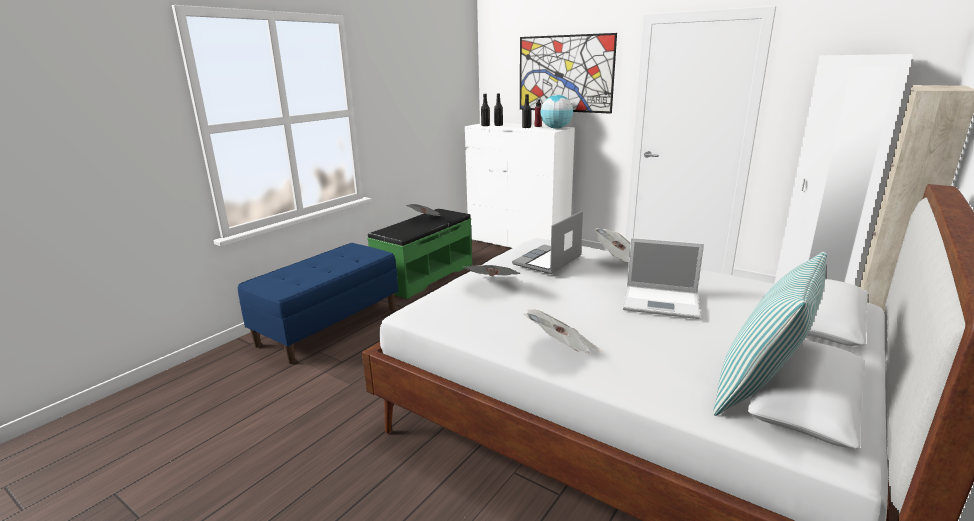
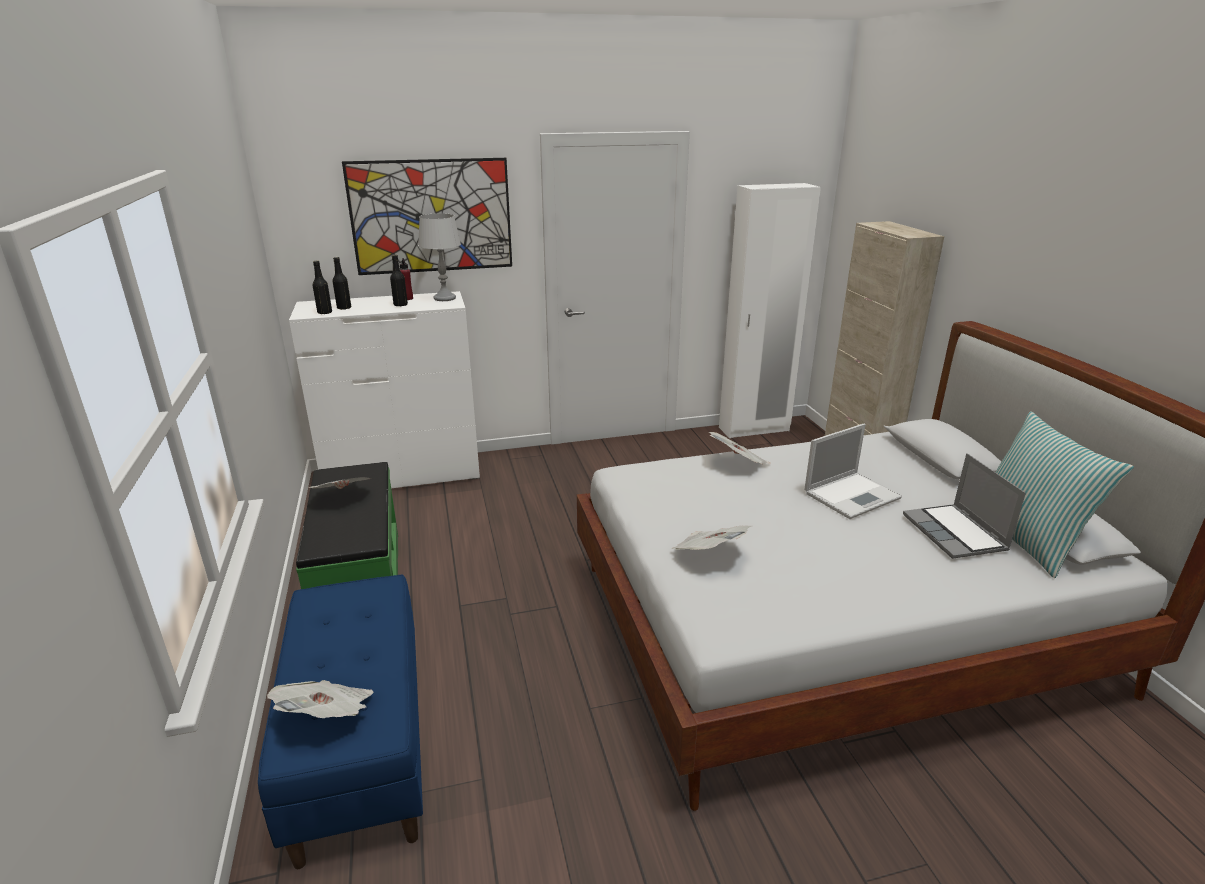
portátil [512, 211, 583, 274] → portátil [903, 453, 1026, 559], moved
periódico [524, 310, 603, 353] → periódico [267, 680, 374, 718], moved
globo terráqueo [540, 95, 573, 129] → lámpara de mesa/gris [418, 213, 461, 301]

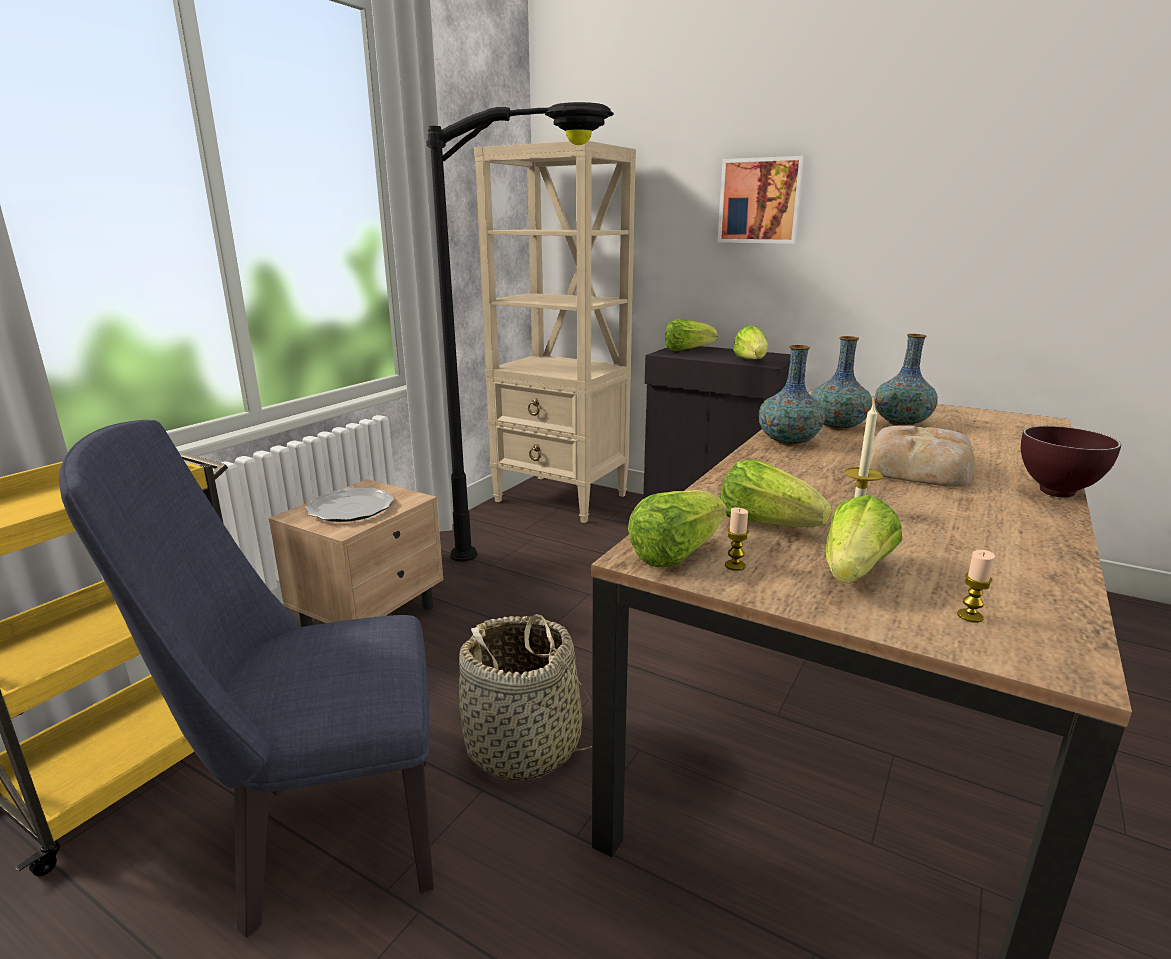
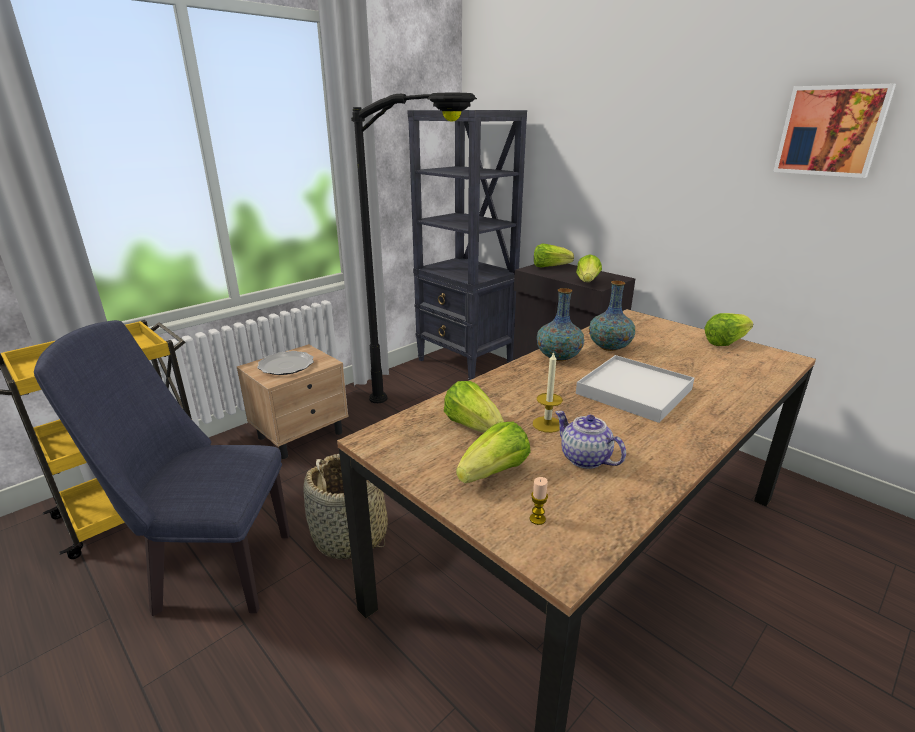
vela [725, 507, 749, 571] → -
florero [875, 334, 938, 426] → -
cuenco/marrón [1021, 426, 1121, 498] → -
- → tetera [555, 411, 626, 469]
lechuga [628, 490, 727, 567] → lechuga [704, 313, 753, 346], moved
cuadro [717, 156, 806, 244] → cuadro [773, 84, 896, 178], moved
pan [869, 425, 977, 487] → bandeja/blanco [576, 355, 694, 423]
estantería/beis [474, 141, 636, 523] → estantería/negro [407, 110, 527, 380]

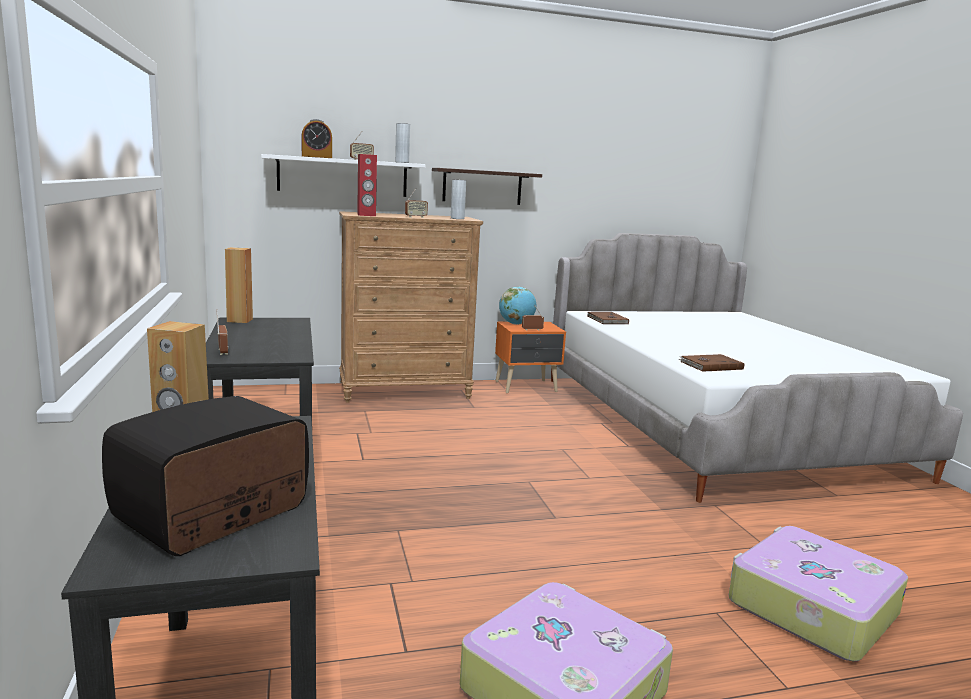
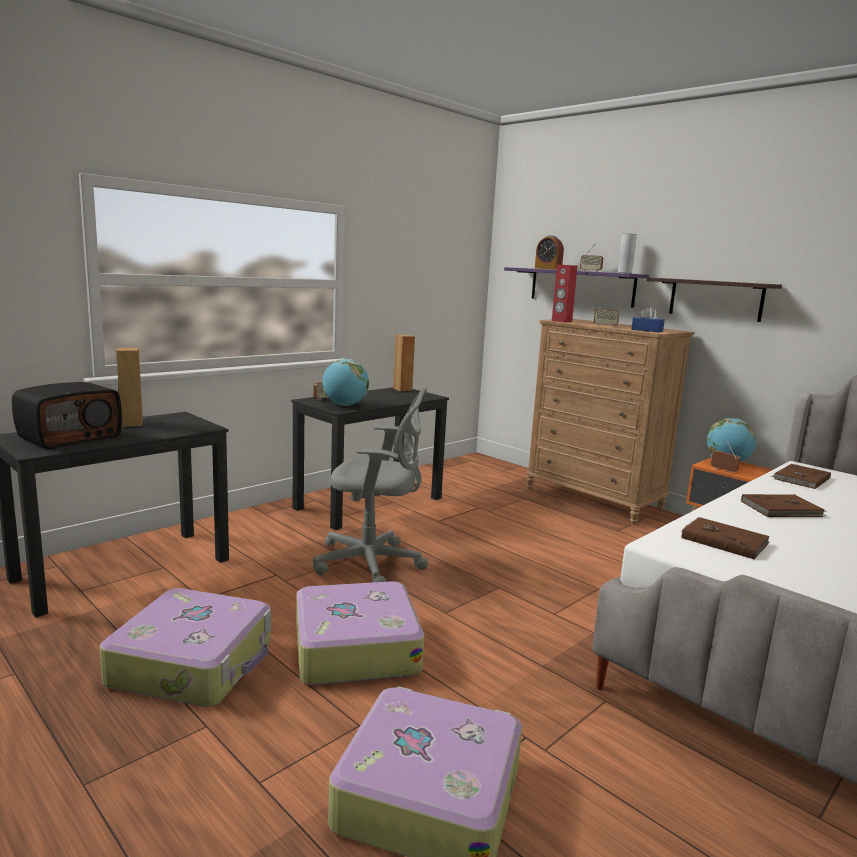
- → maleta [296, 581, 425, 685]
- → silla de oficina/gris [313, 387, 428, 582]
- → globo terráqueo [322, 359, 369, 406]
- → libro/marrón [741, 494, 826, 517]
florero/gris [451, 180, 466, 219] → caja de pañuelos/azul [631, 307, 665, 332]
estante/blanco [261, 154, 426, 197] → estante/morado [504, 267, 649, 308]
radio [102, 396, 309, 556] → radio [12, 382, 122, 449], 120 degrees clockwise

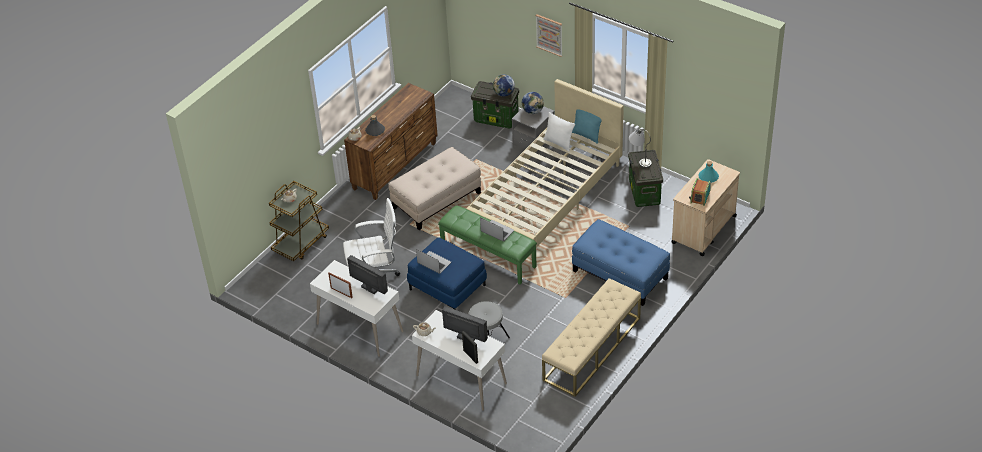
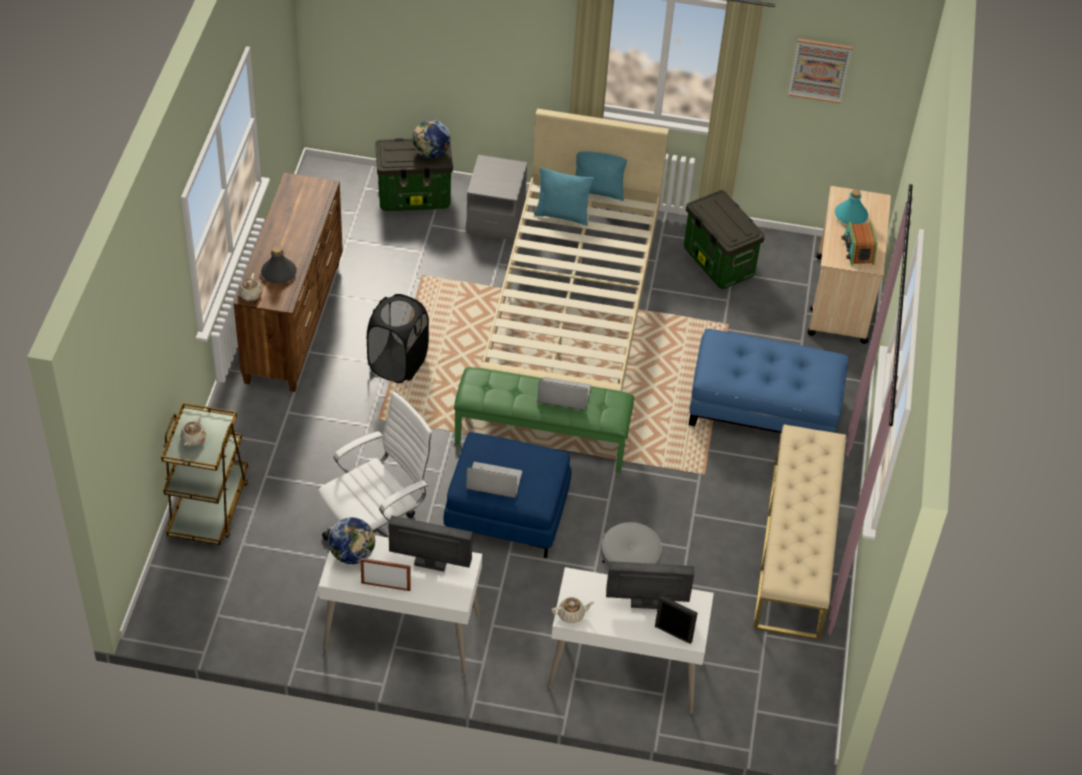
lámpara de mesa/gris [629, 129, 651, 168] → -
globo terráqueo [522, 92, 544, 114] → globo terráqueo [328, 518, 375, 565], moved
cuadro [536, 14, 563, 57] → cuadro [788, 38, 852, 103], moved
puf/beis [389, 147, 481, 230] → cesto de la ropa/negro [367, 294, 429, 383]
cojín/blanco [543, 112, 575, 151] → cojín/turquesa [534, 167, 594, 226]

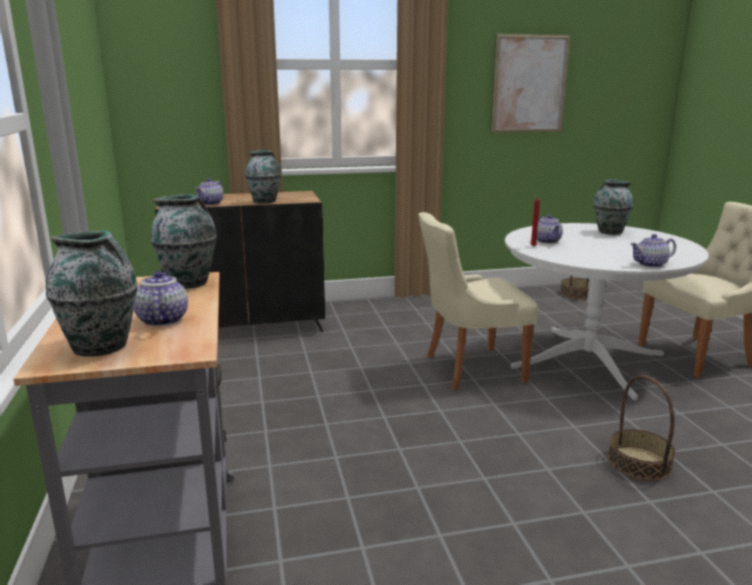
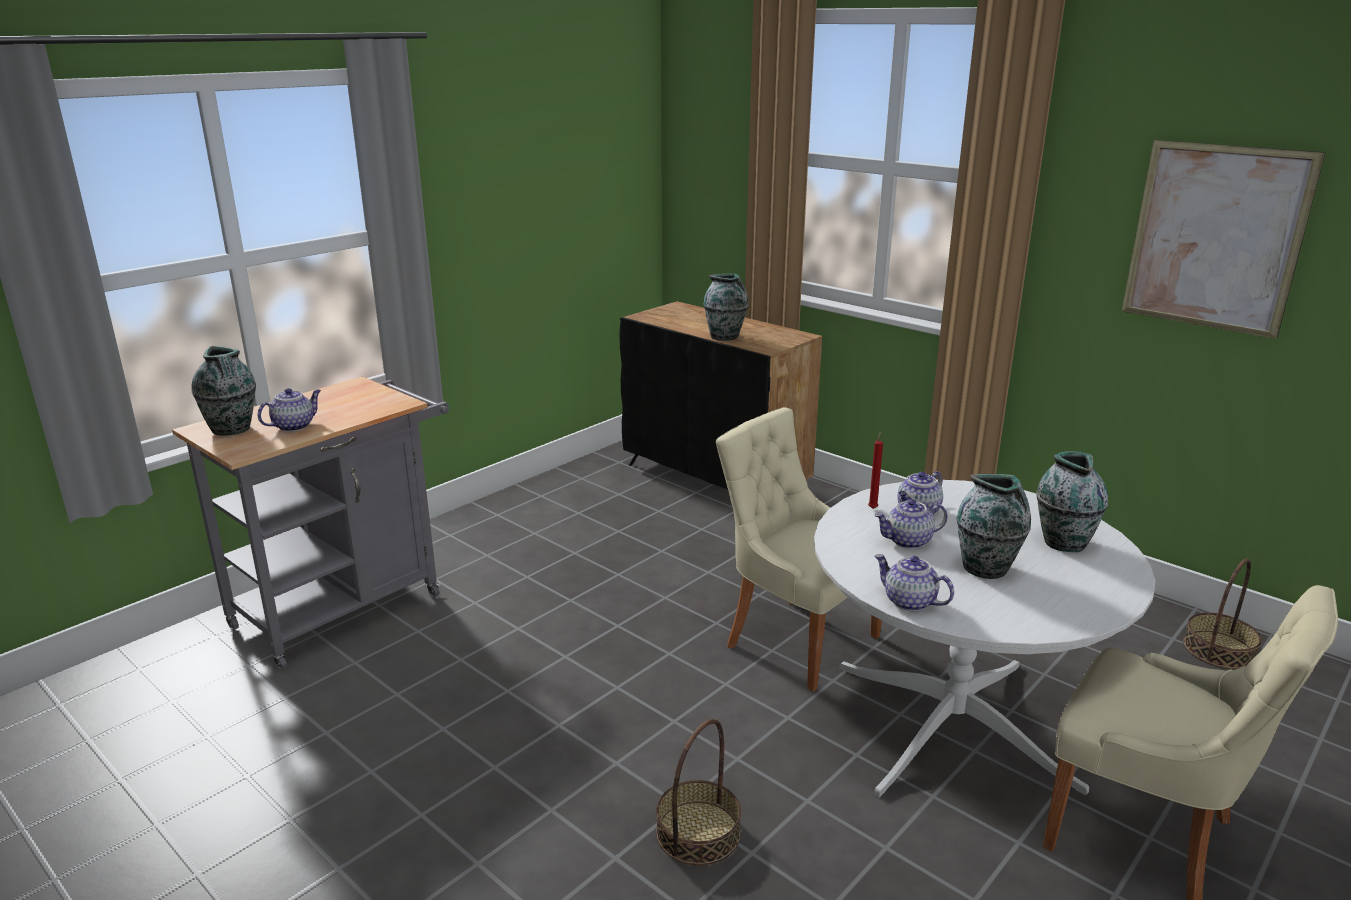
florero [151, 194, 217, 289] → florero [957, 474, 1031, 579], moved
tetera [195, 178, 224, 205] → tetera [874, 499, 948, 549], moved

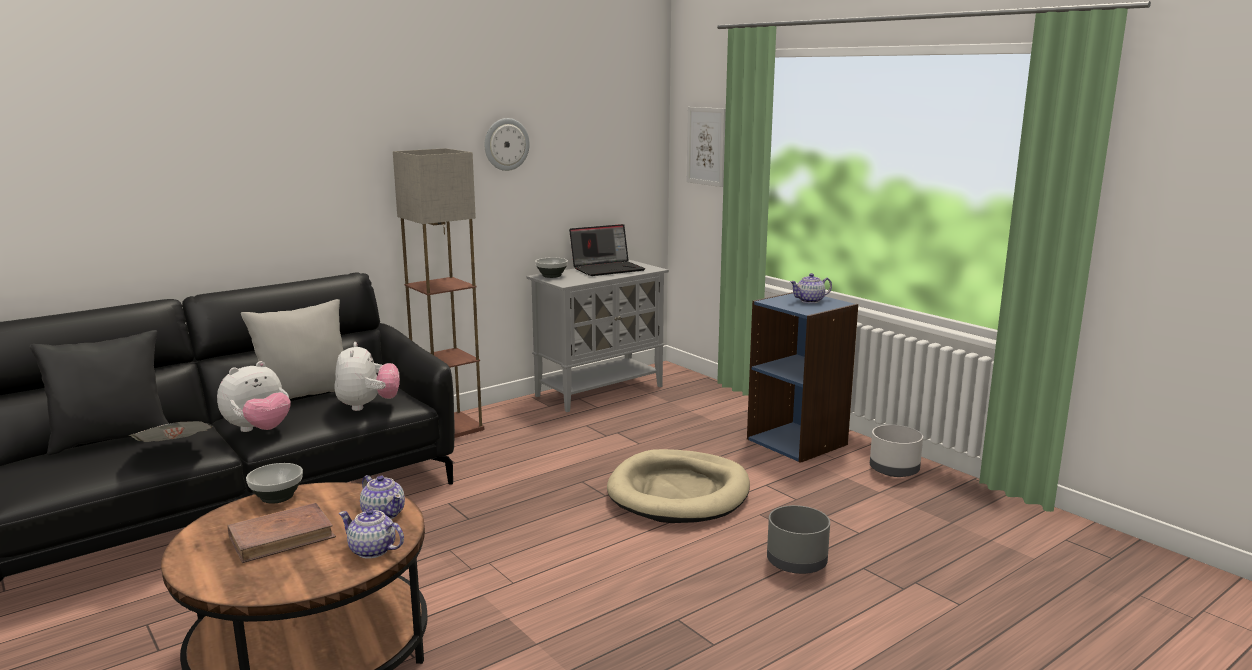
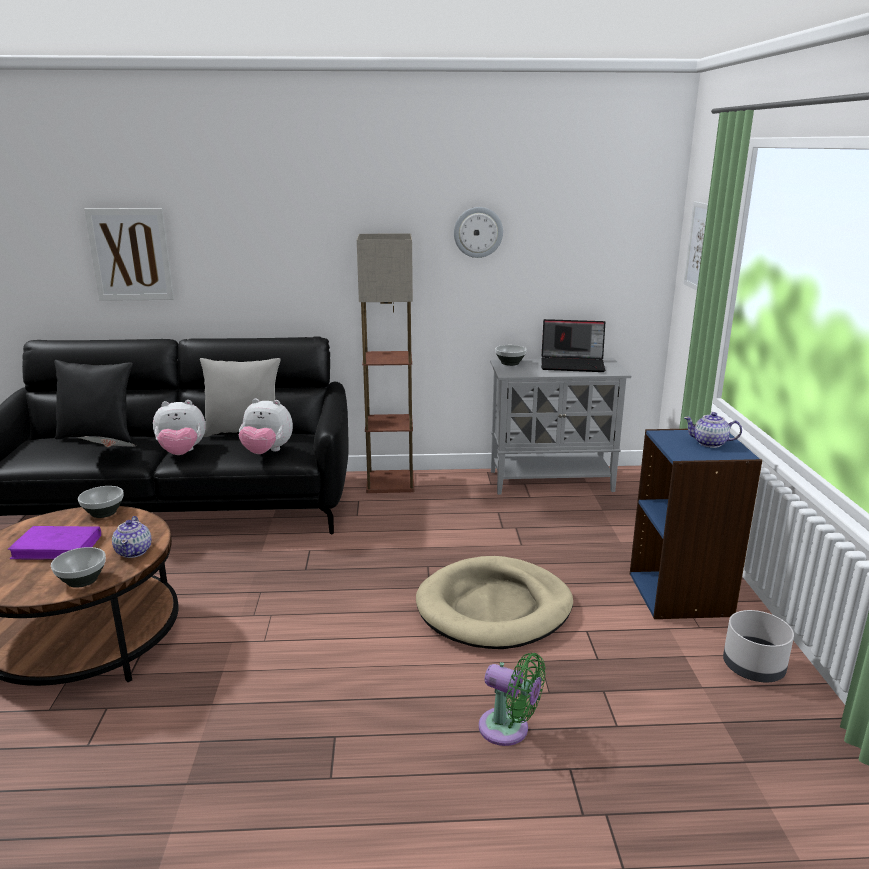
- → cuadro [84, 208, 174, 301]
tetera [338, 509, 404, 559] → cuenco [51, 547, 106, 588]
maceta/gris [767, 505, 830, 574] → ventilador/verde [479, 653, 546, 746]
libro/marrón [227, 503, 336, 563] → libro/morado [8, 526, 101, 560]
peluche [335, 342, 400, 411] → peluche [239, 398, 293, 454], 75 degrees clockwise

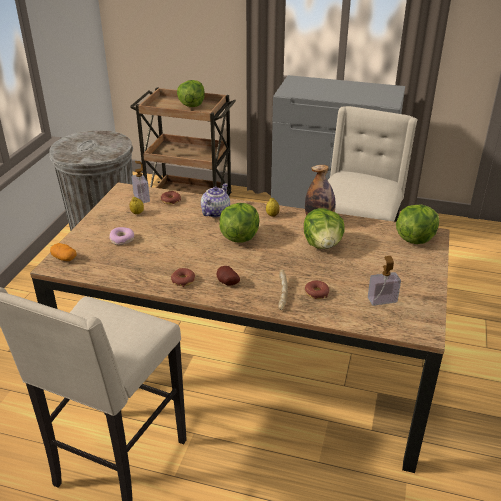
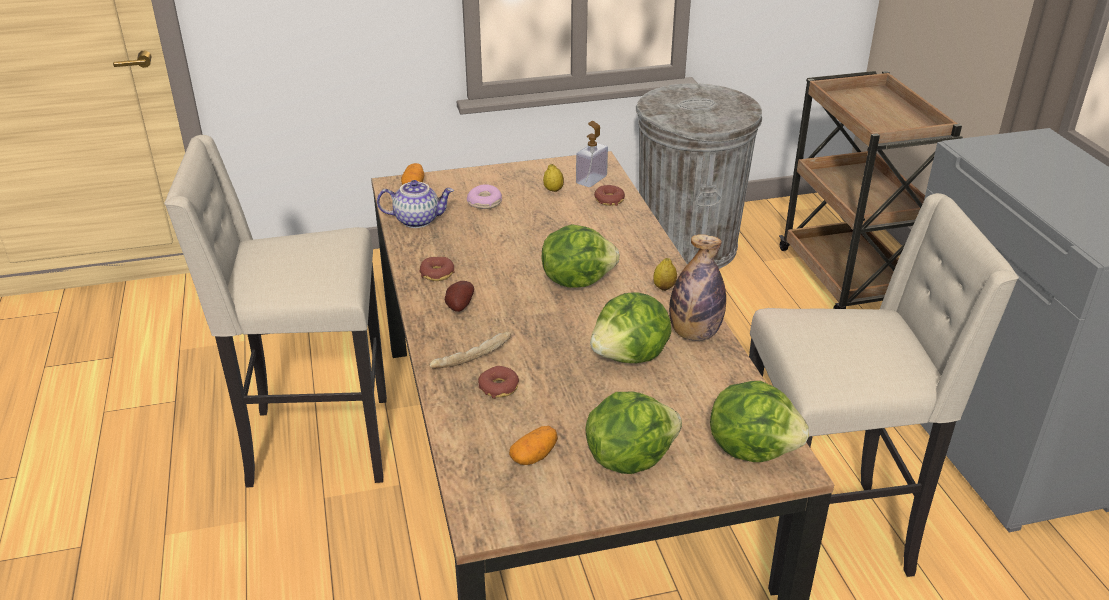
lechuga [177, 80, 205, 107] → lechuga [585, 392, 682, 474], moved
tetera [201, 183, 230, 217] → tetera [377, 180, 454, 228], moved
dispensador de jabón [368, 256, 401, 306] → patata [509, 426, 558, 465]

